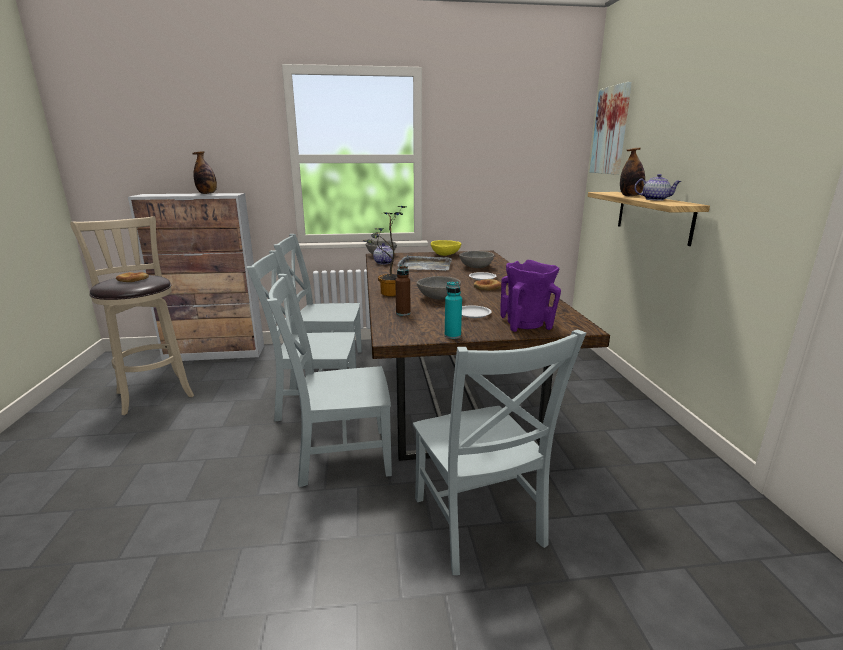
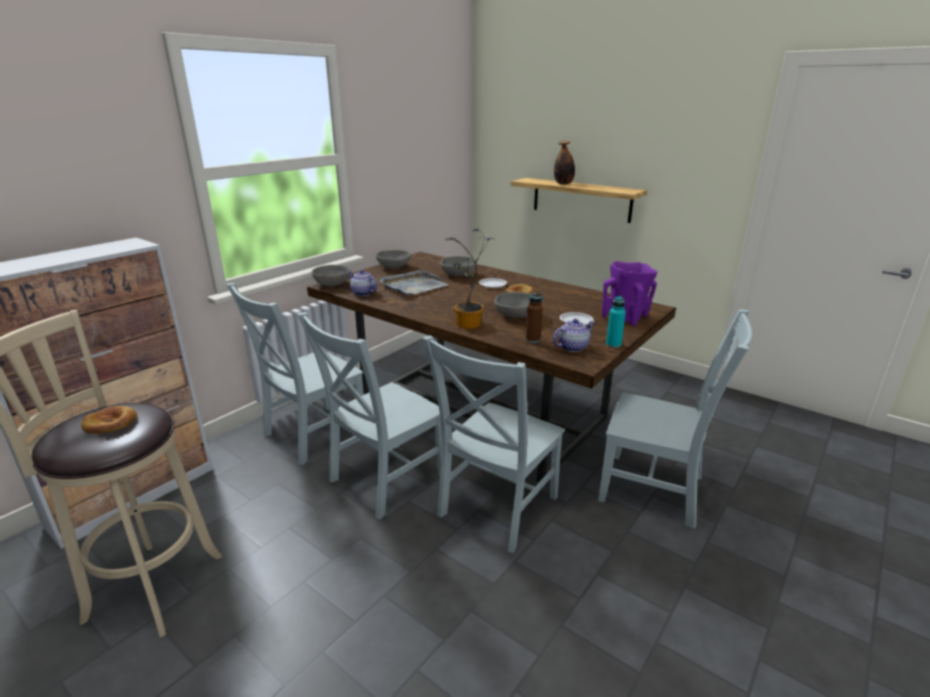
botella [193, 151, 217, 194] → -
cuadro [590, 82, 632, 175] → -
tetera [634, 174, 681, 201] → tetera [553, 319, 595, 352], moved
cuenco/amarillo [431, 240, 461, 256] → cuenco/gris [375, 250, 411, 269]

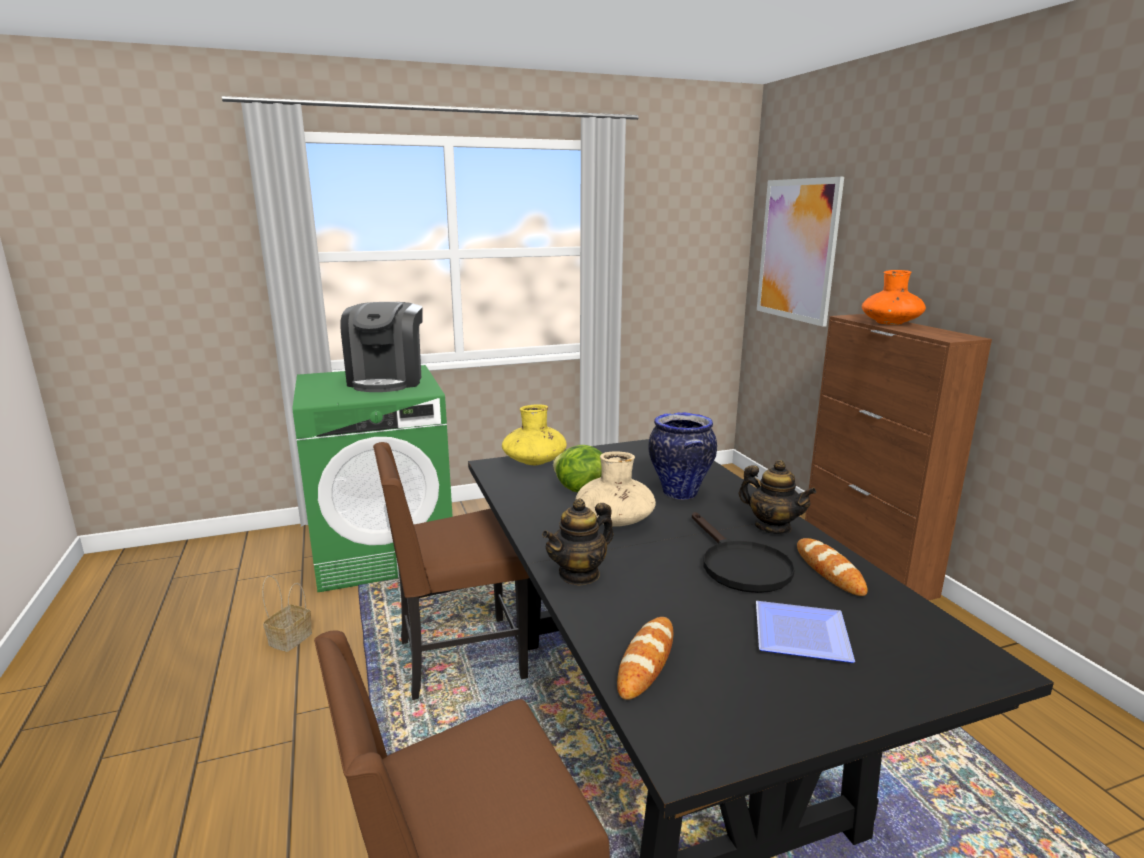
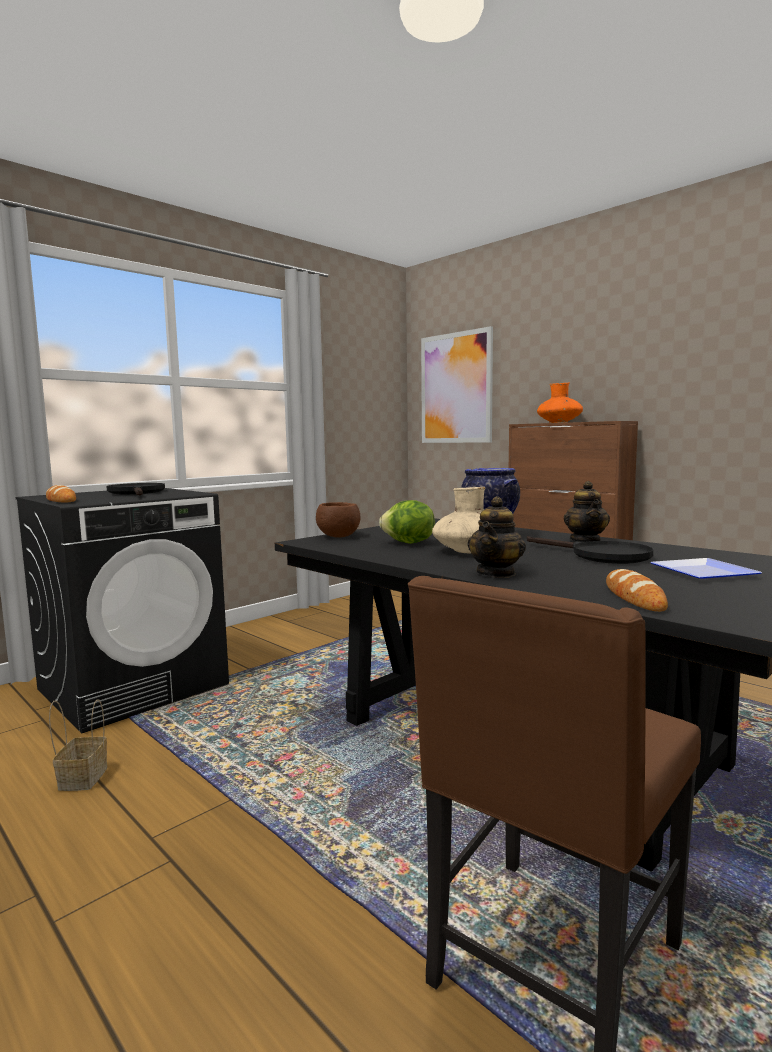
silla/marrón [373, 442, 529, 700] → -
pan [797, 538, 868, 596] → pan [46, 485, 76, 502], moved
cafetera [340, 302, 423, 392] → sartén/negro [106, 483, 165, 496]
florero/amarillo [502, 404, 567, 465] → cuenco/marrón [316, 502, 361, 538]
lavadora/verde [292, 365, 453, 592] → lavadora/negro [16, 488, 229, 733]
tetera [739, 460, 817, 534] → tetera [564, 481, 610, 542], 75 degrees clockwise

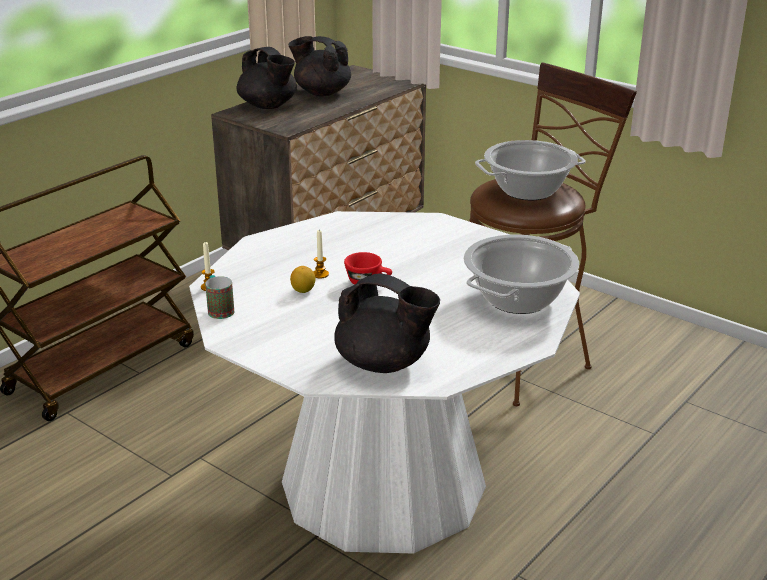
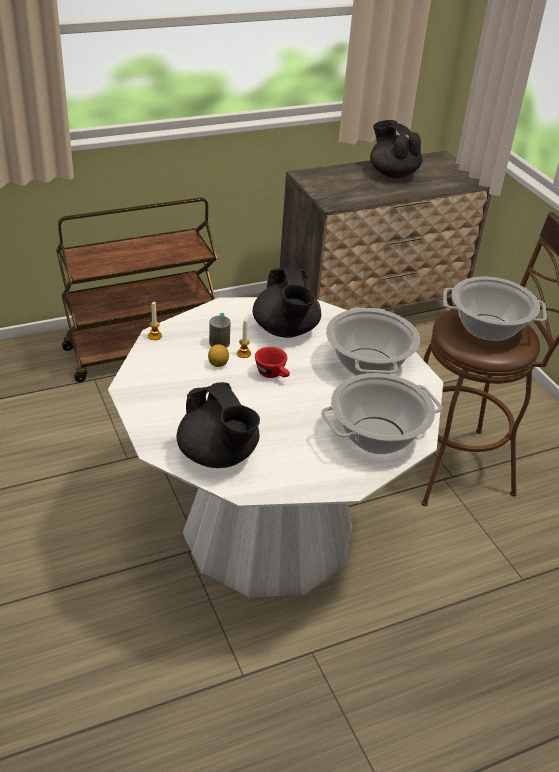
- → olla [326, 308, 420, 376]
taza grande [205, 275, 234, 319] → taza grande [209, 313, 230, 348], moved
tetera/negro [236, 47, 297, 109] → tetera/negro [253, 268, 321, 338], moved

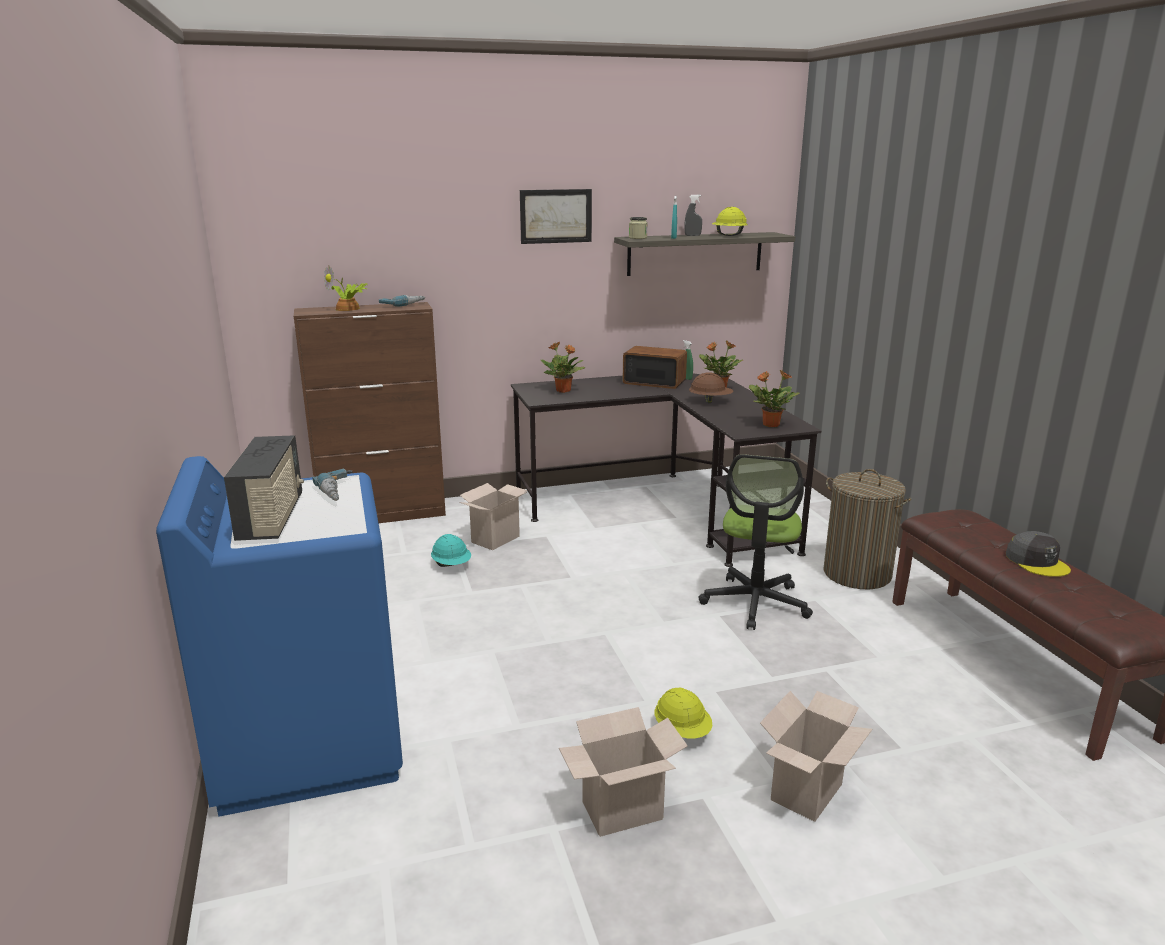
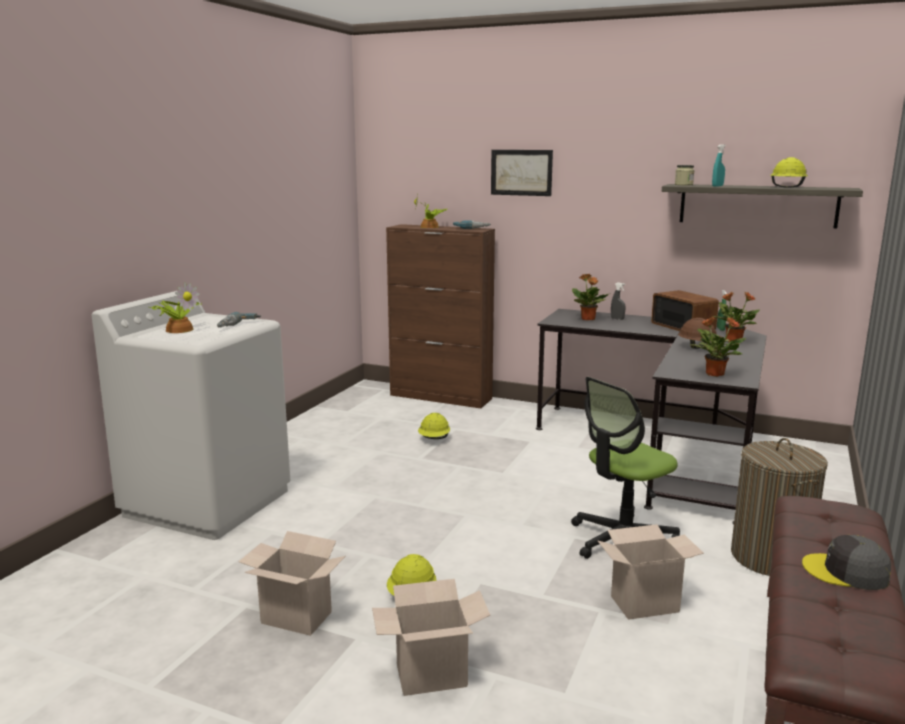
caja de cartón [459, 483, 528, 550] → caja de cartón [597, 524, 704, 620], moved
cuadro [520, 189, 592, 244] → cuadro [491, 150, 553, 196], moved
pulverizador/gris [685, 195, 702, 236] → pulverizador/gris [611, 282, 625, 320], moved
radio [224, 435, 304, 541] → planta en maceta [149, 282, 202, 333]
lavadora/azul [156, 456, 403, 817] → lavadora/blanco [92, 291, 290, 540]
casco/turquesa [431, 534, 471, 567] → casco/amarillo [418, 413, 450, 439]
gorra/gris [1006, 531, 1071, 577] → gorra/gris [802, 535, 891, 590], 90 degrees clockwise

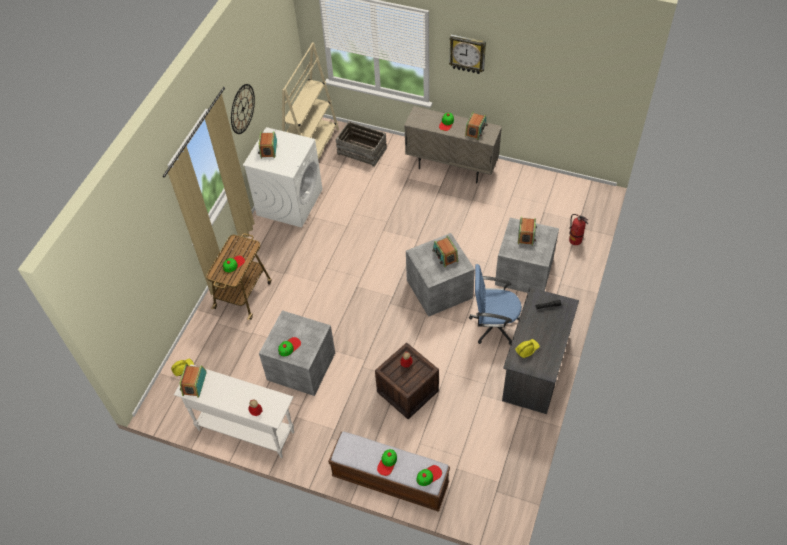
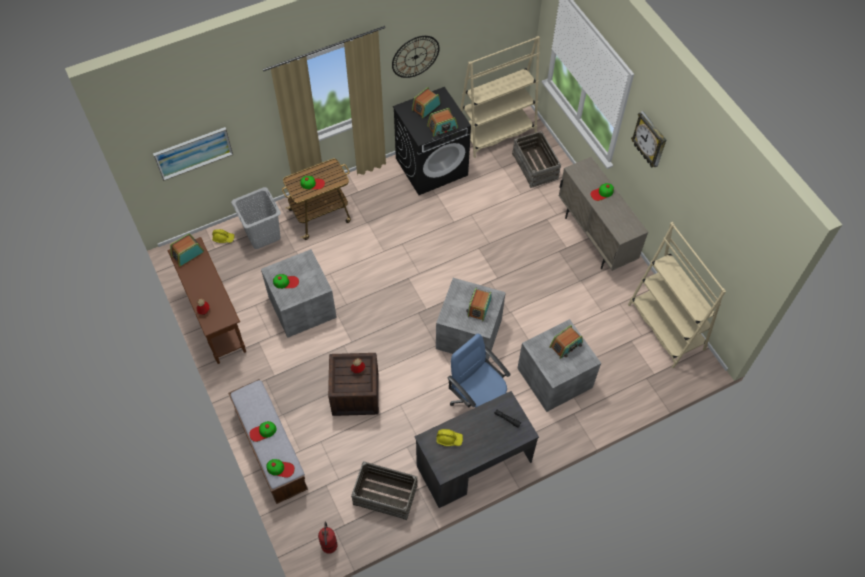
- → cuadro [153, 127, 233, 181]
- → cesto de la ropa/gris [231, 187, 281, 249]
- → caja de embalaje [351, 461, 418, 520]
- → estantería/beis [628, 222, 726, 368]
radio [465, 112, 488, 140] → radio [427, 108, 458, 136], moved
extintor [569, 214, 588, 245] → extintor [318, 521, 337, 554], moved
mesa consola/blanco [174, 364, 294, 458] → mesa consola/marrón [167, 237, 246, 364]
lavadora/blanco [243, 127, 322, 228] → lavadora/negro [393, 87, 471, 195]

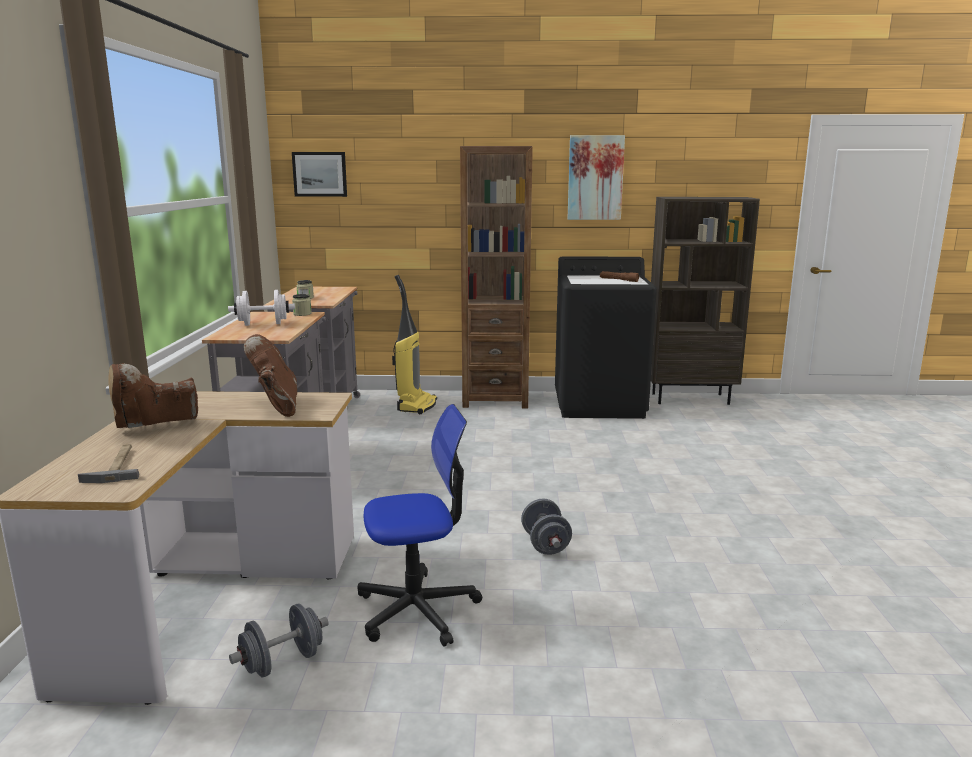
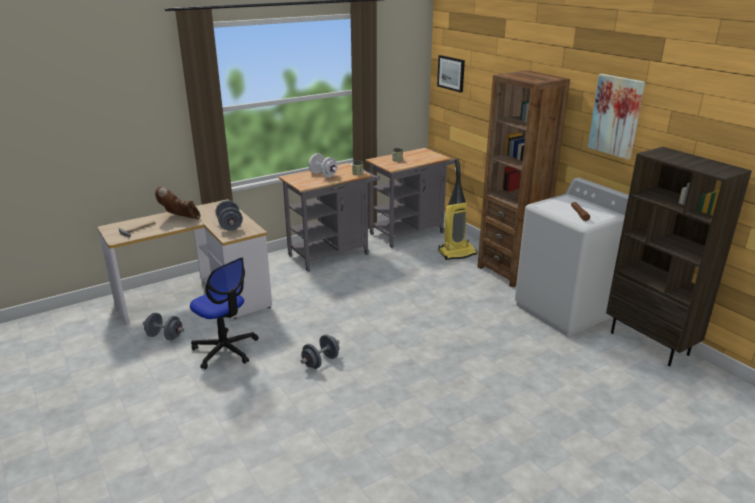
bota/marrón [244, 334, 297, 417] → mancuerna/gris [215, 200, 243, 231]
lavadora/negro [555, 256, 657, 419] → lavadora/blanco [515, 177, 629, 337]

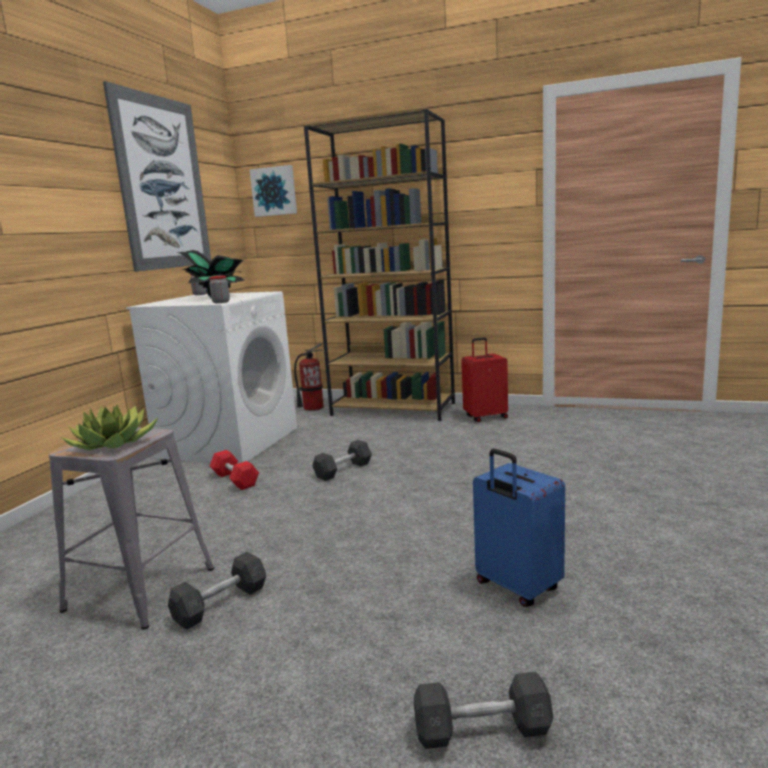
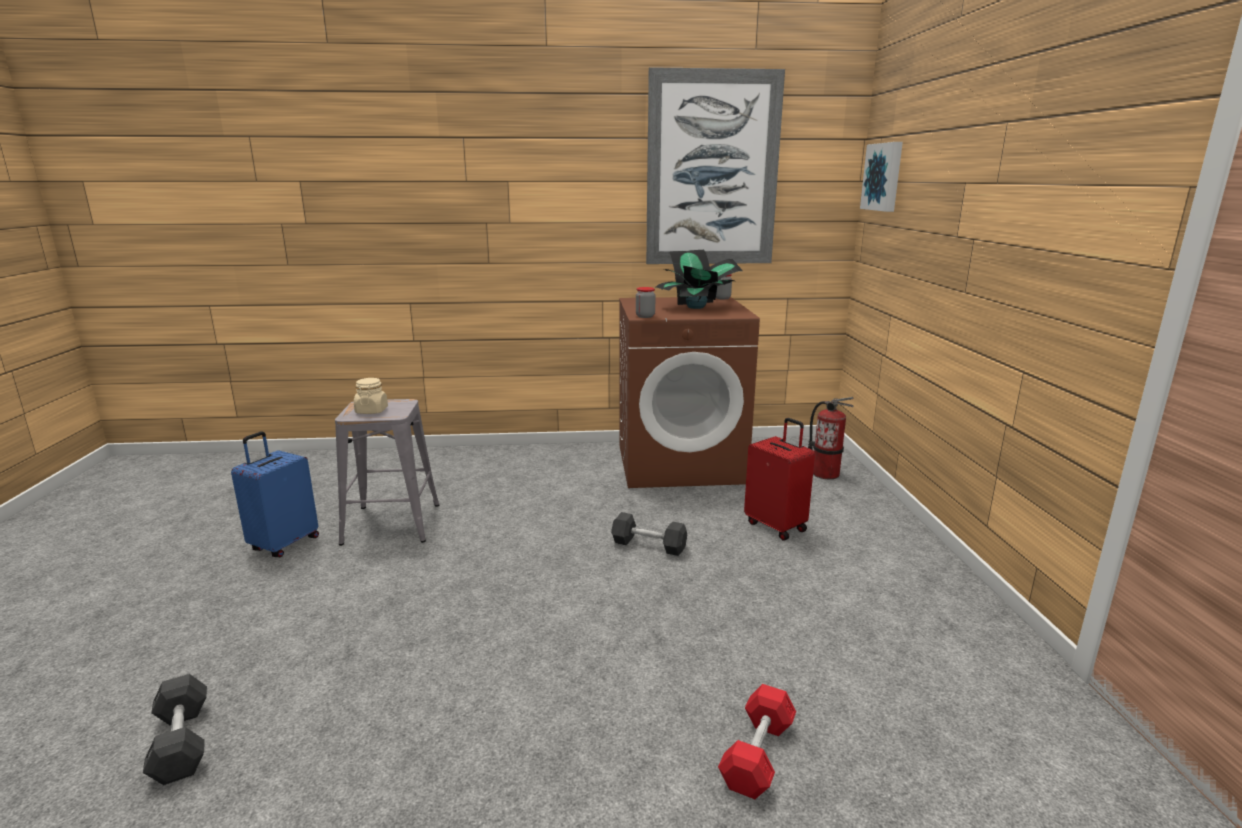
mancuerna/gris [168, 552, 266, 629] → -
estantería/marrón [304, 107, 455, 421] → -
mancuerna/rojo [210, 450, 259, 490] → mancuerna/rojo [718, 684, 796, 799], moved
maleta/rojo [461, 337, 508, 422] → maleta/rojo [744, 418, 815, 540], moved
maleta/azul [473, 449, 565, 607] → maleta/azul [231, 431, 319, 557], moved
planta en maceta [61, 405, 159, 451] → tarro/beis [354, 378, 388, 414]
lavadora/blanco [126, 291, 297, 464] → lavadora/marrón [619, 297, 760, 488]

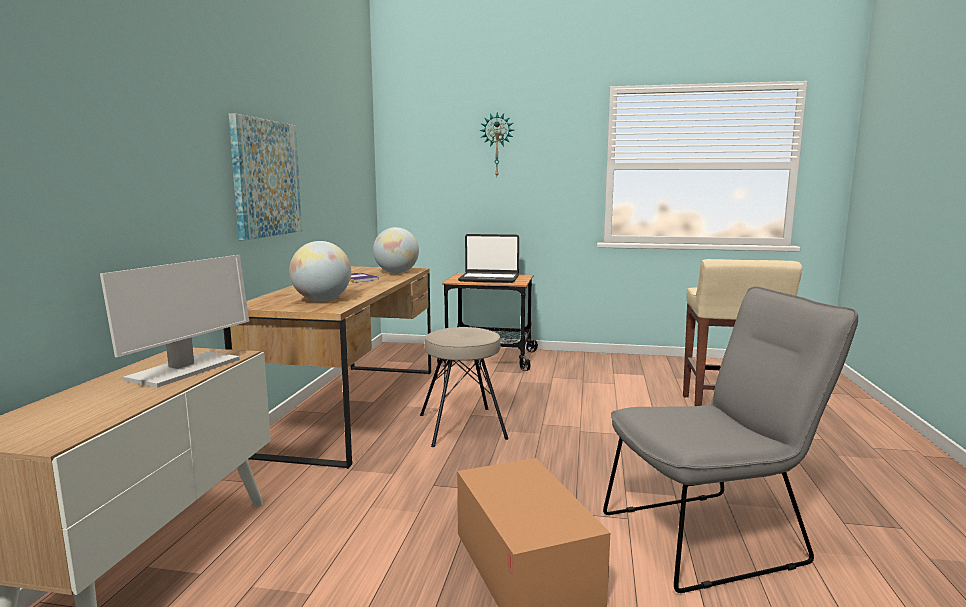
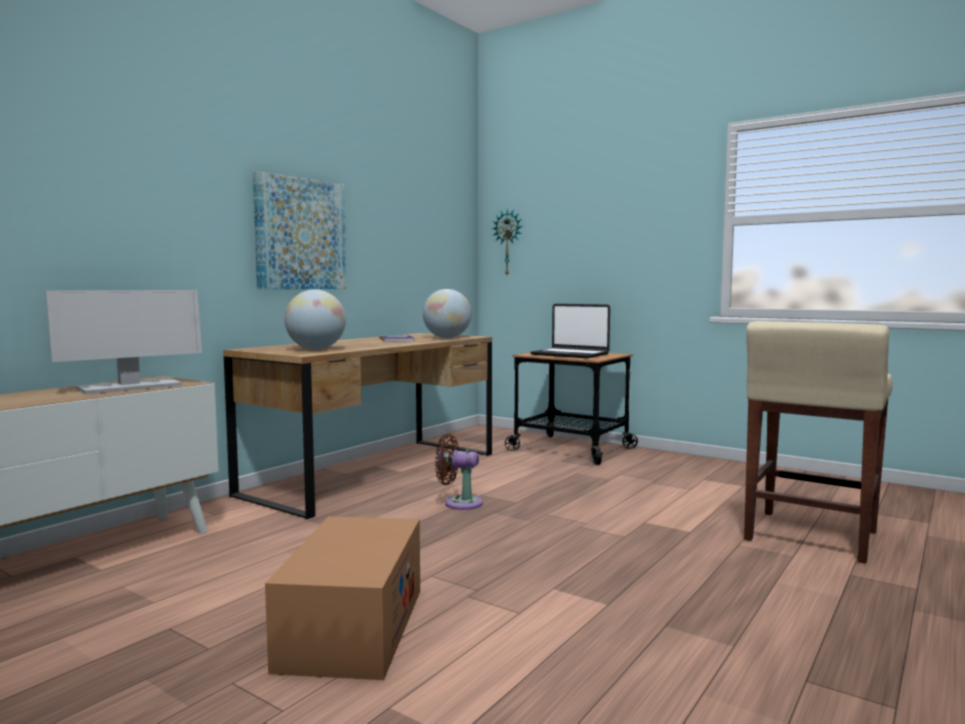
silla/gris [603, 286, 858, 593] → -
reloj de pared [480, 112, 514, 176] → reloj de pared [492, 208, 523, 275], moved
taburete/beis [420, 327, 509, 447] → ventilador/marrón [435, 434, 483, 510]

